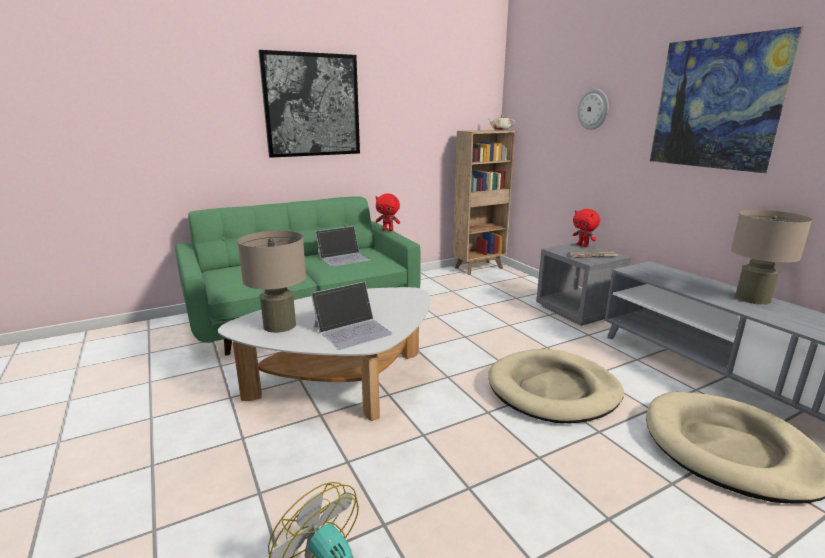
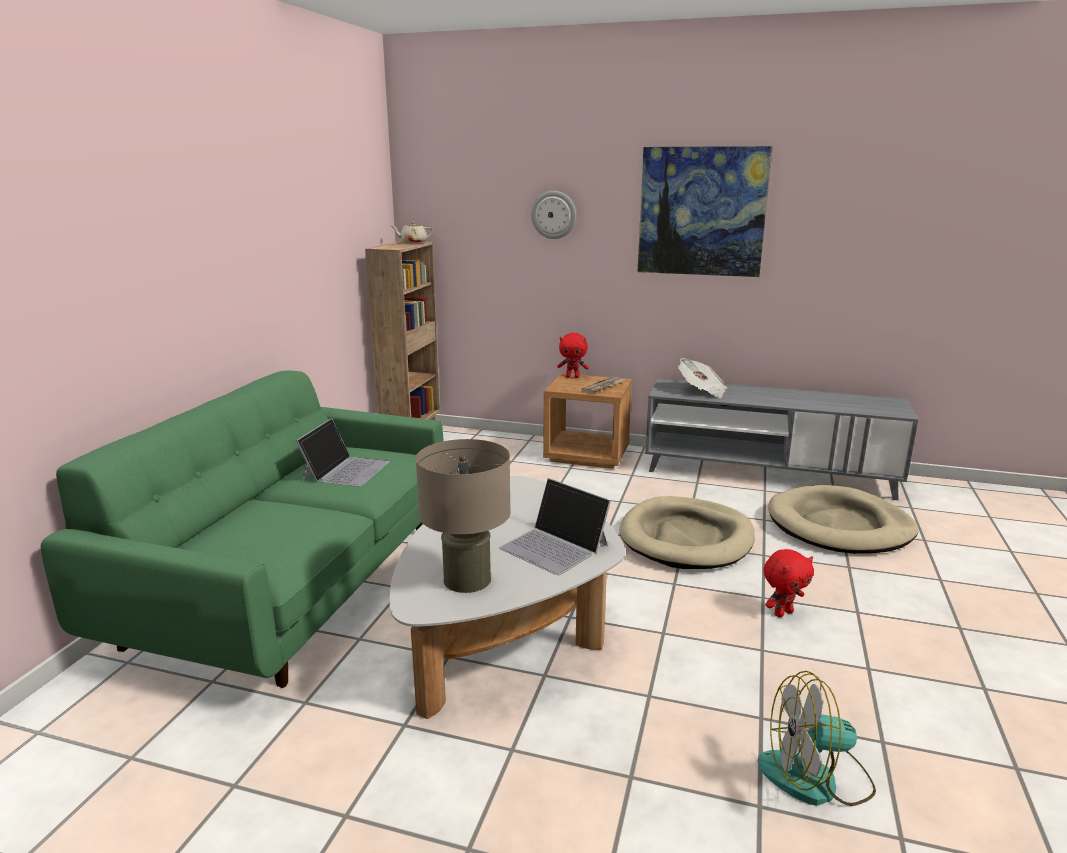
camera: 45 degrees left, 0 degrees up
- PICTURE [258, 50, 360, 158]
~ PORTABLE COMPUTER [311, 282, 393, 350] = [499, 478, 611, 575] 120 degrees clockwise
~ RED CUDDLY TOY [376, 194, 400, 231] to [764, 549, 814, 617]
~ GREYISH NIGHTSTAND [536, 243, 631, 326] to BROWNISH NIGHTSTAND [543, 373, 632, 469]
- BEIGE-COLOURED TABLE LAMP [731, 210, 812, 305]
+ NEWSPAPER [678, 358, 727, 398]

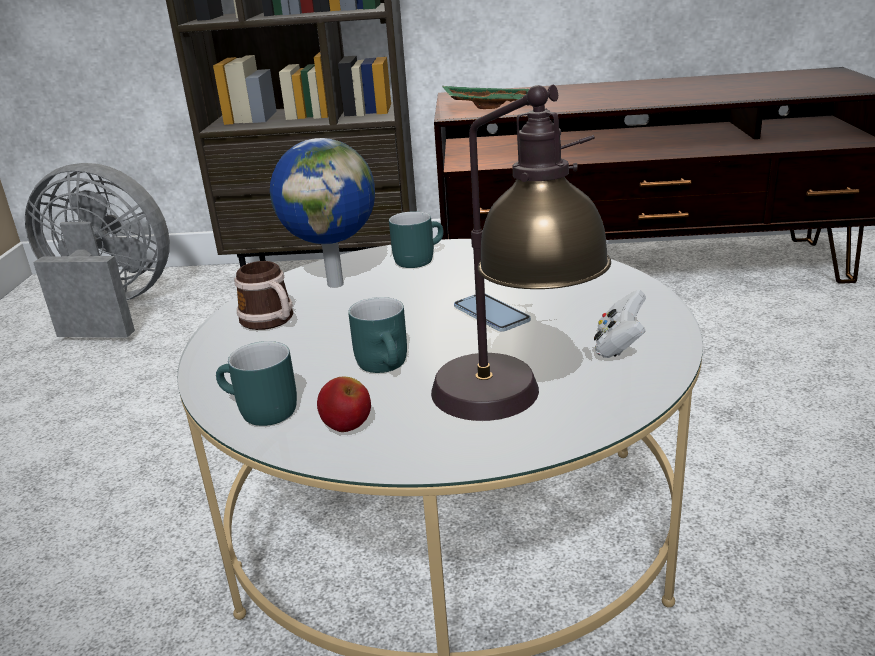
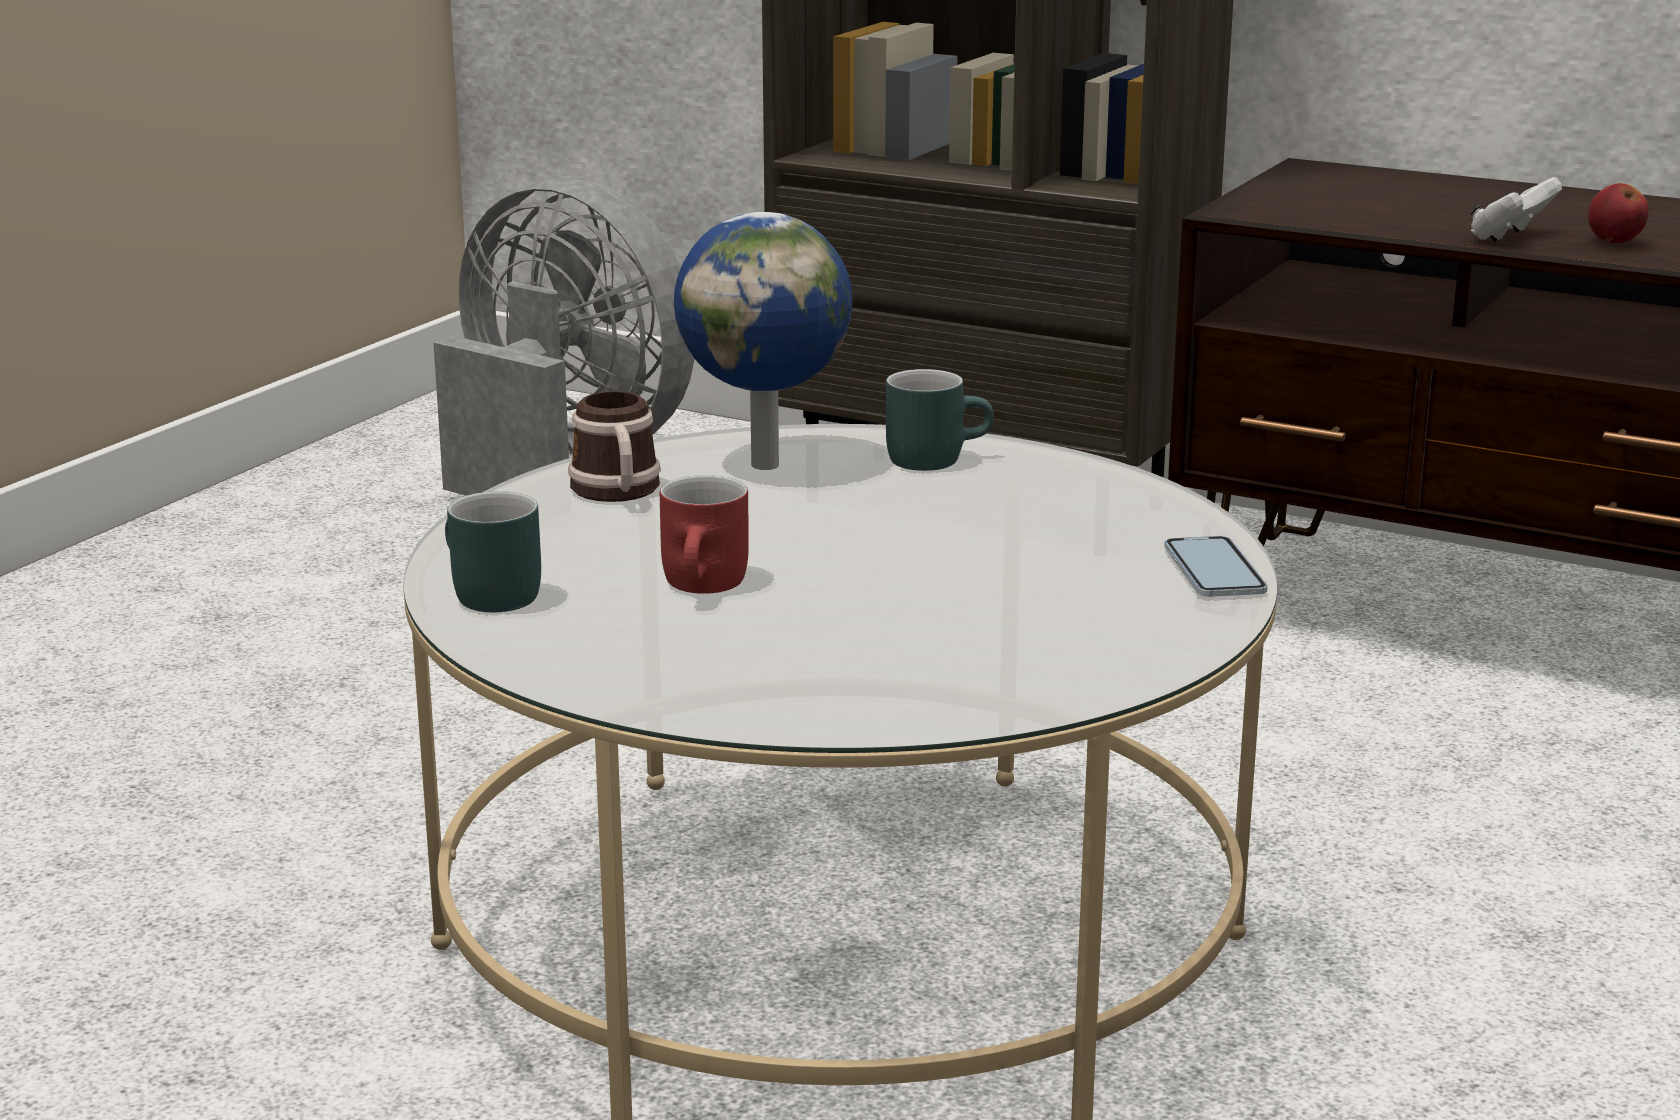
camera: 25 degrees right, 5 degrees down
~ APPLE FRUIT [317, 377, 371, 432] to [1588, 183, 1649, 243]
~ TURQUOISE-COLOURED MUG [348, 297, 407, 373] to RED MUG [660, 475, 749, 594]
- TABLE LAMP [431, 84, 611, 421]
- GREEN TRAY [442, 86, 529, 109]
~ HANDSET [454, 294, 531, 332] to [1164, 536, 1268, 597]
~ WHITE-COLOURED GAMEPAD [594, 290, 646, 358] to [1471, 177, 1562, 242]

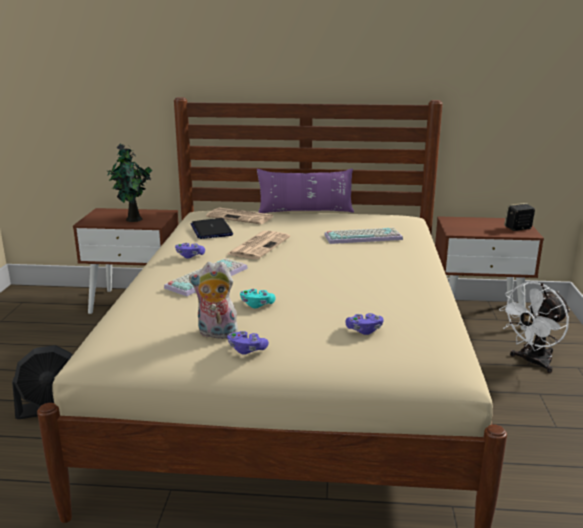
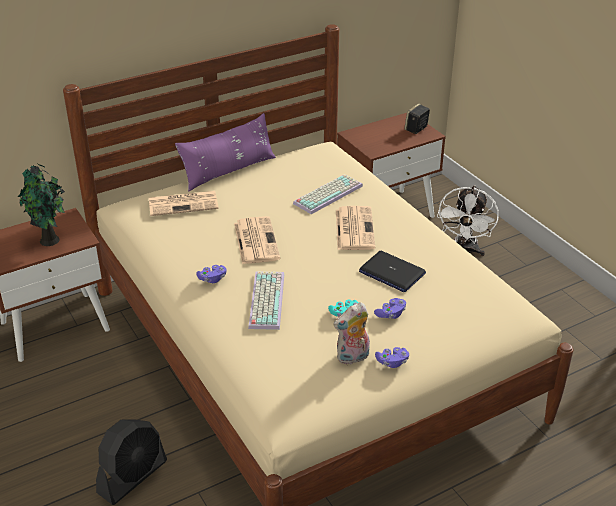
camera: 35 degrees left, 15 degrees up
~ PORTABLE COMPUTER [190, 218, 233, 239] to [359, 251, 426, 292]
~ PURPLE GAMEPAD [345, 313, 384, 335] to [374, 298, 406, 319]
+ NEWSPAPER [336, 206, 375, 250]

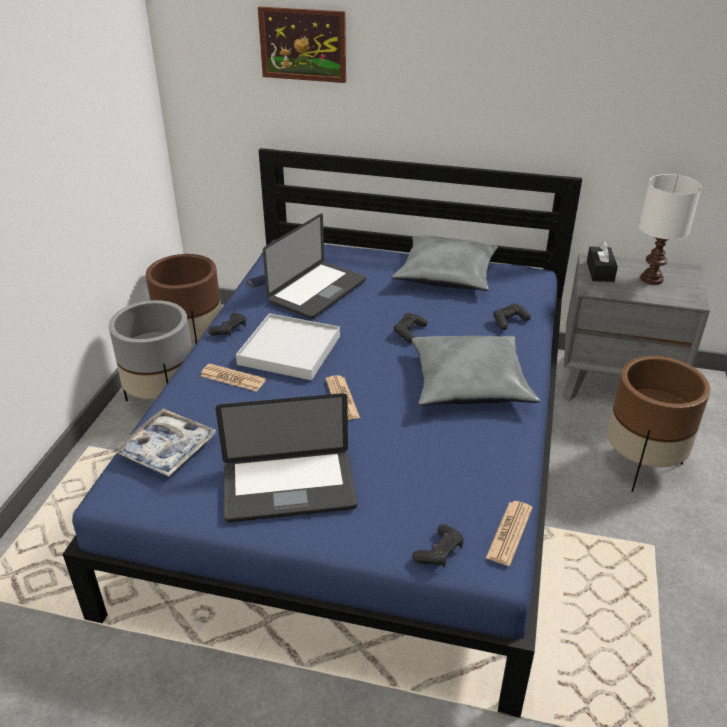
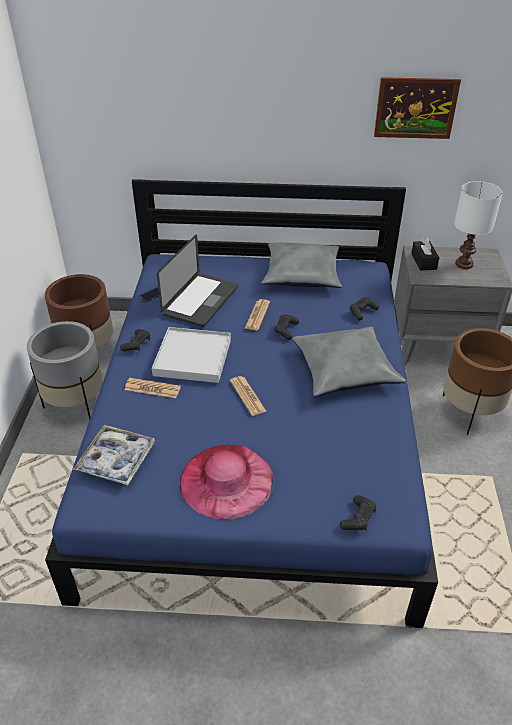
camera: 10 degrees left, 5 degrees up
~ PORTABLE COMPUTER [215, 393, 357, 522] to PINK-COLOURED CLOTHING HAT [180, 445, 274, 519]
~ PICTURE [258, 7, 346, 83] to [374, 77, 461, 139]
~ NEWSPAPER [486, 501, 533, 566] to [244, 299, 270, 330]

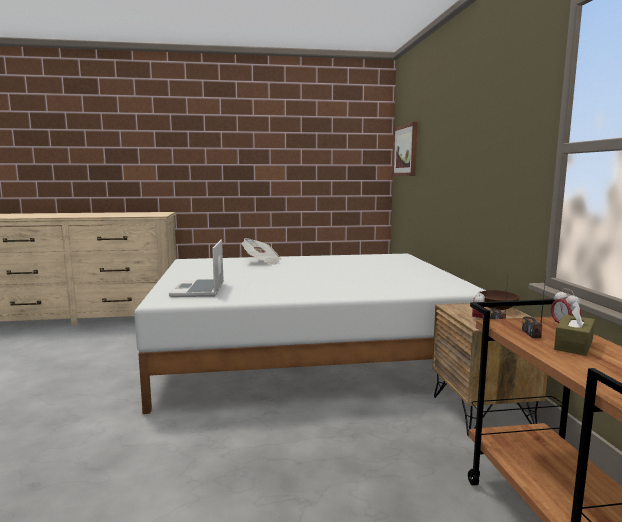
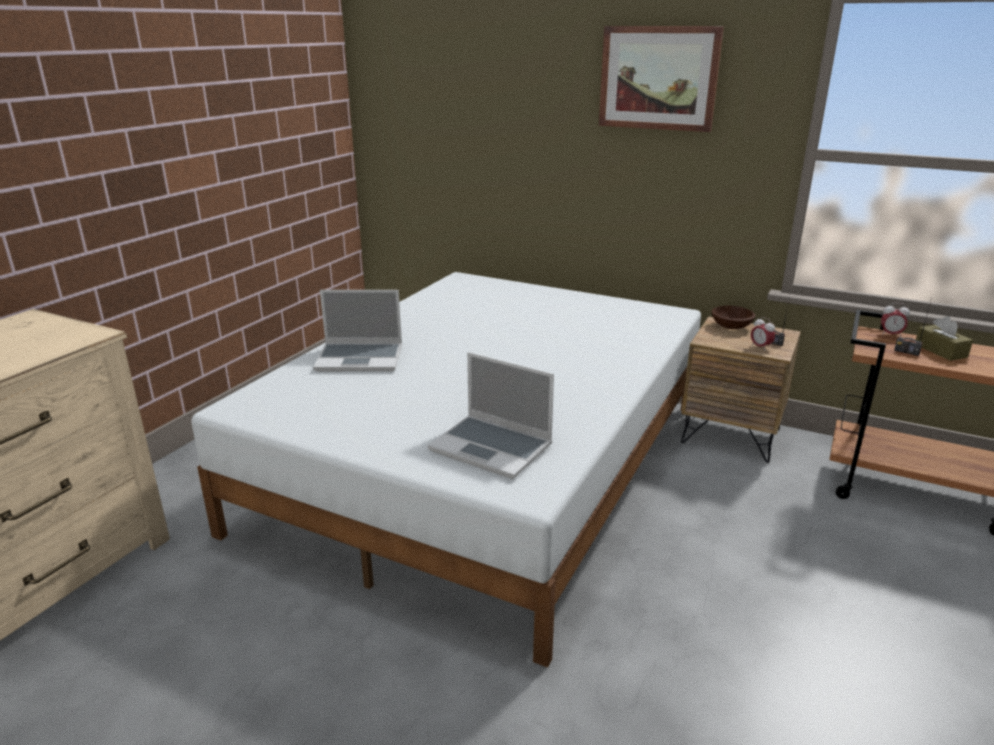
camera: 55 degrees left, 15 degrees up
~ NEWSPAPER [242, 238, 281, 265] to PORTABLE COMPUTER [313, 290, 402, 372]
~ PICTURE [392, 122, 418, 176] to [599, 26, 724, 132]

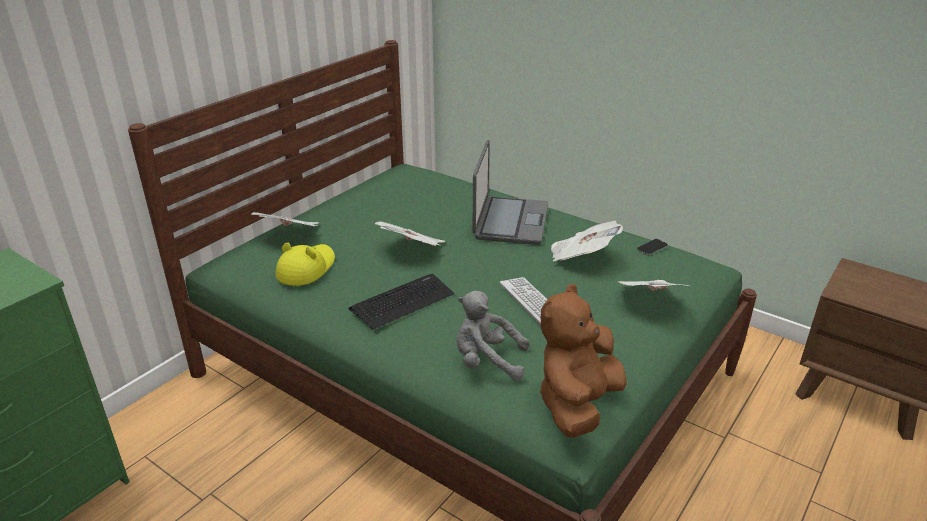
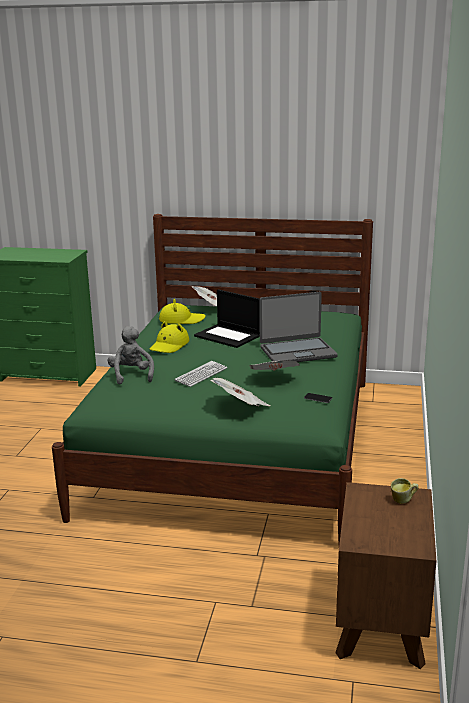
camera: 65 degrees right, 10 degrees down
~ PC KEYBOARD [349, 274, 454, 330] to YELLOWISH CLOTHING HAT [150, 321, 189, 353]
~ NEWSPAPER [375, 221, 445, 246] to PORTABLE COMPUTER [194, 289, 260, 348]
- BROWNISH CUDDLY TOY [540, 284, 627, 438]
+ MUG [391, 478, 419, 504]

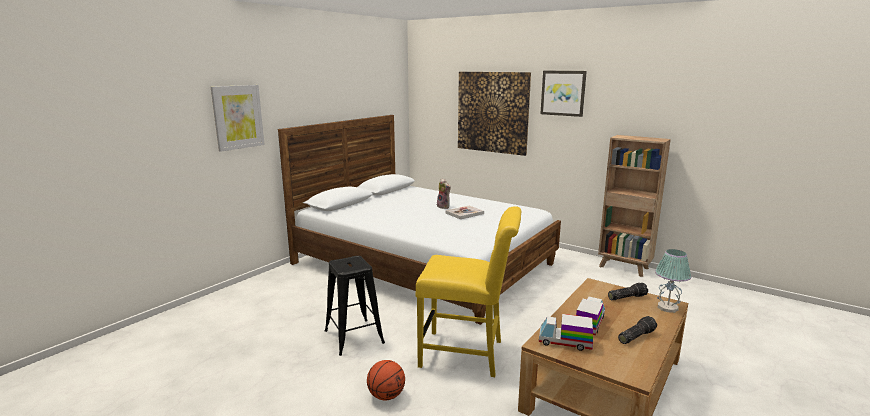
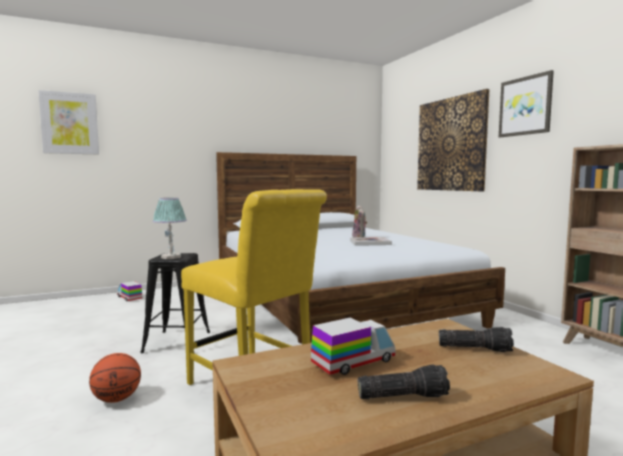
camera: 30 degrees right, 10 degrees down
~ PICTURE [211, 85, 265, 152] to [39, 90, 99, 154]
~ TOY LORRY [539, 314, 593, 351] to [117, 281, 142, 301]
~ TABLE LAMP [655, 249, 691, 313] to [153, 198, 187, 259]

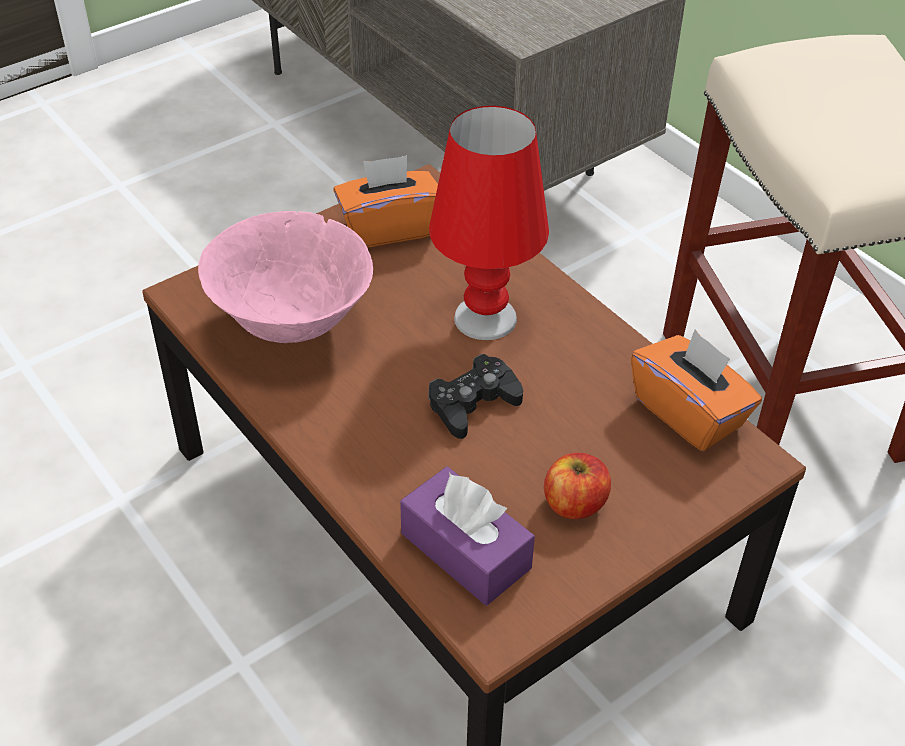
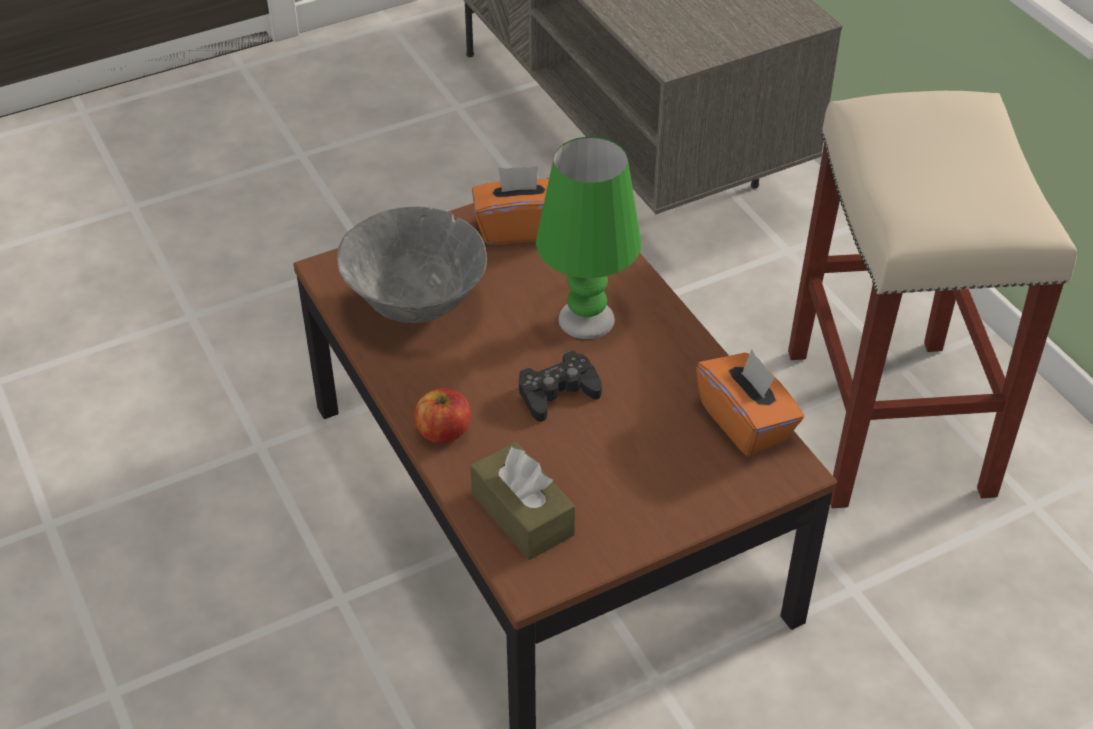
camera: 10 degrees right, 0 degrees up
~ PINK-COLOURED DEEP DISH [198, 211, 373, 343] to GREYISH DEEP DISH [337, 207, 487, 323]
~ PURPLE TISSUE BOX [400, 467, 535, 606] to BROWNISH TISSUE BOX [470, 442, 575, 560]
~ RED TABLE LAMP [429, 106, 549, 340] to GREEN TABLE LAMP [536, 137, 641, 339]
~ APPLE FRUIT [544, 453, 611, 519] to [415, 388, 471, 443]

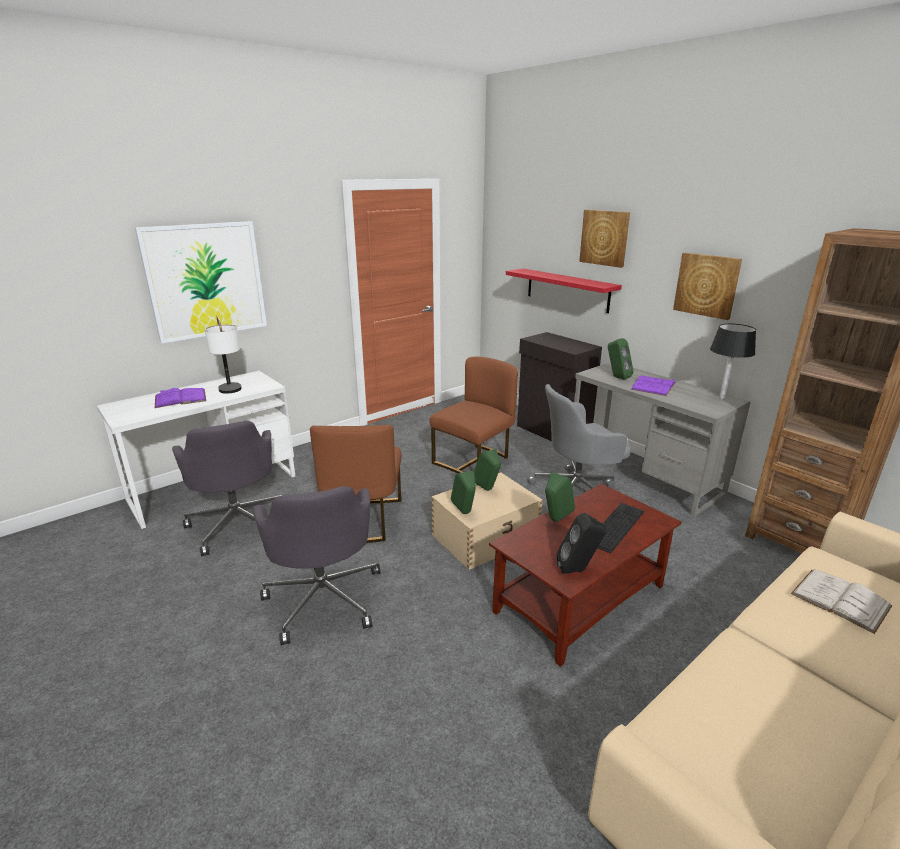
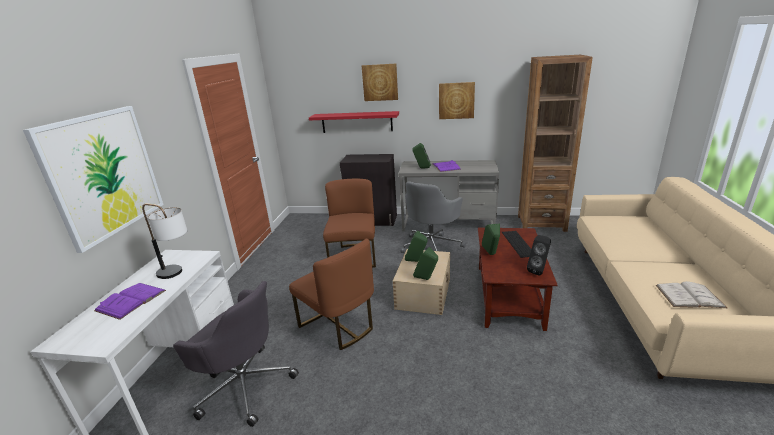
camera: 40 degrees left, 0 degrees up
- GREYISH DESK CHAIR [253, 486, 380, 645]
- BLACK TABLE LAMP [710, 324, 756, 399]
~ WHITE-COLOURED BOOK [791, 569, 892, 634] to [656, 281, 727, 308]

